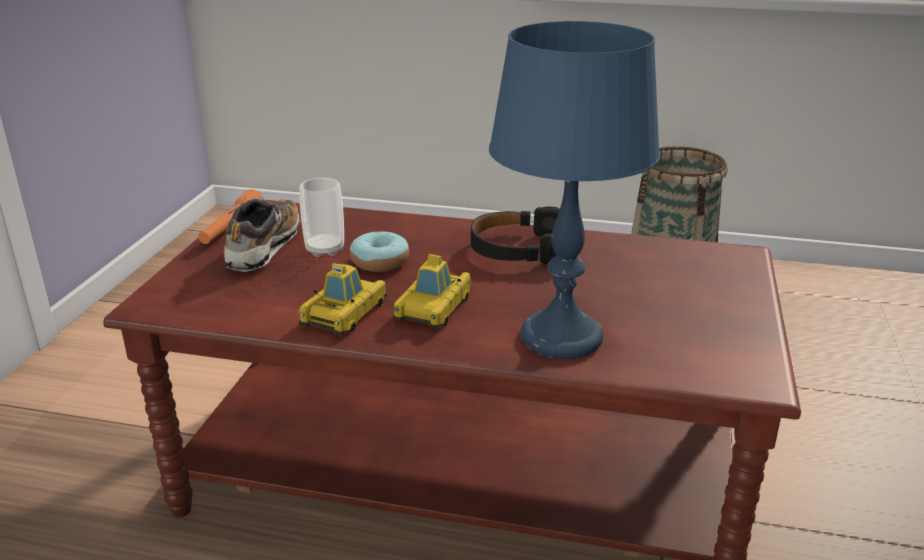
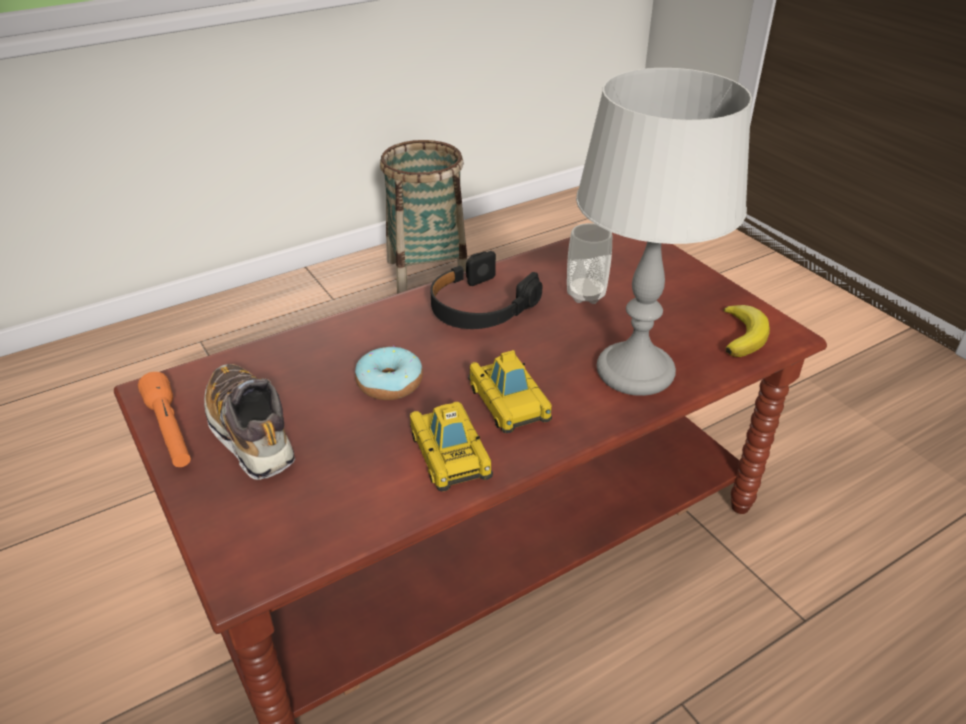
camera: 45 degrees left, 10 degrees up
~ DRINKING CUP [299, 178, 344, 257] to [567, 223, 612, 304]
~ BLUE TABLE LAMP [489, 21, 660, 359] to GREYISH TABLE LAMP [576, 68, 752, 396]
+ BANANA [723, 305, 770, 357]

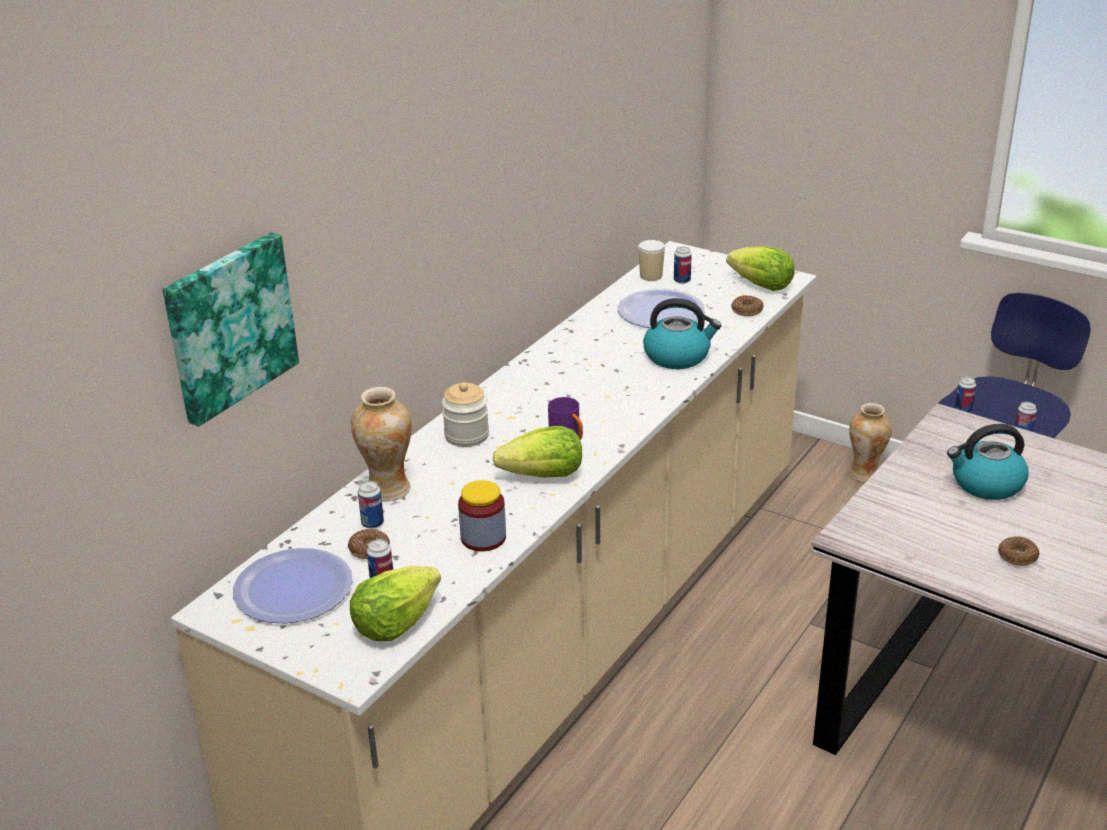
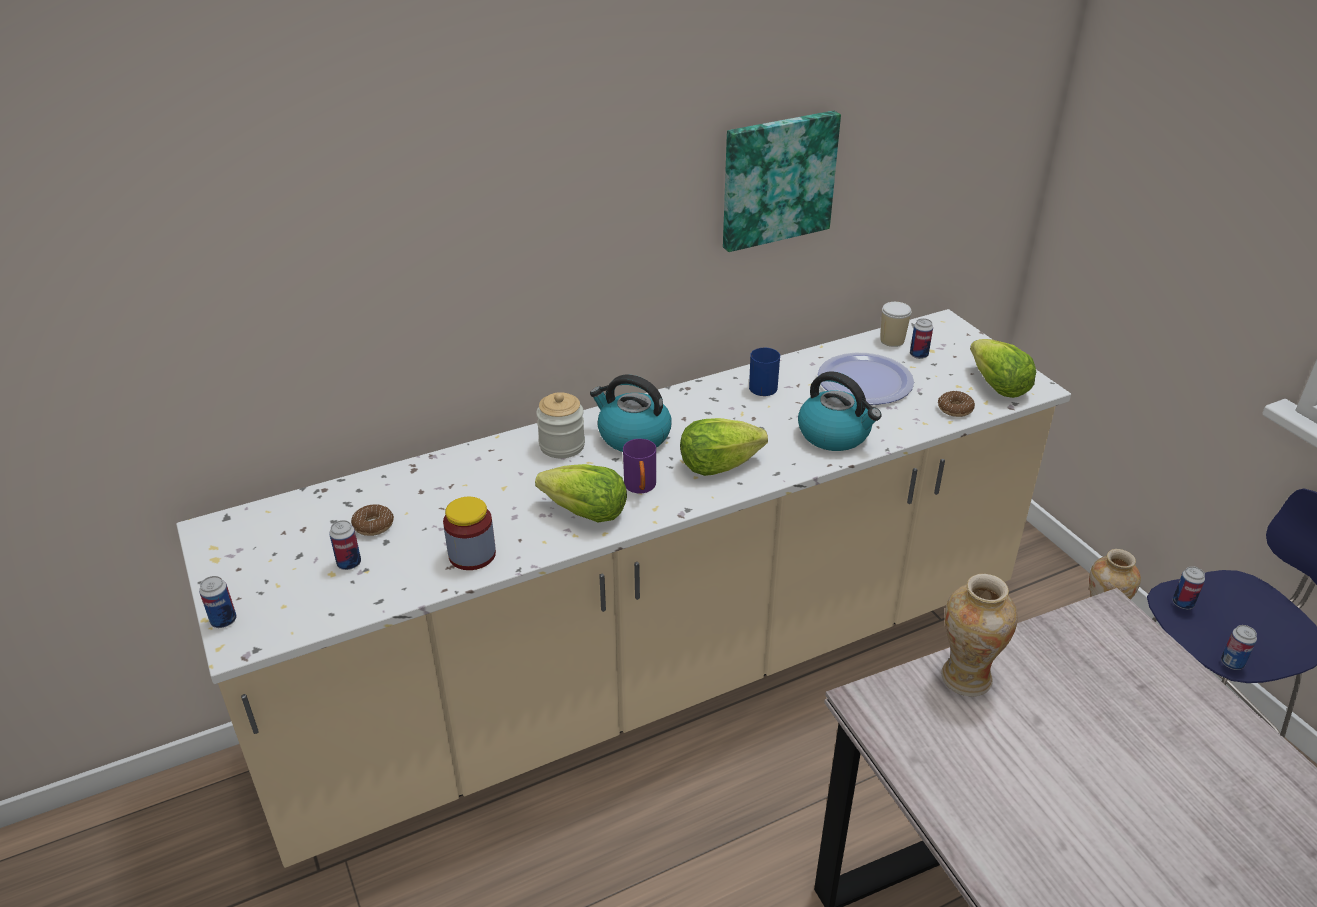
camera: 30 degrees right, 5 degrees up
~ PICTURE [162, 233, 299, 427] to [723, 111, 841, 252]
- DINNER PLATE [233, 548, 353, 623]
~ LETTUCE HEAD [350, 566, 441, 641] to [680, 418, 768, 476]
~ DECORATIVE VASE [351, 387, 412, 502] to [941, 574, 1018, 697]
~ SEALED CAN [358, 481, 384, 529] to [199, 576, 237, 628]
~ TEA KETTLE [947, 424, 1028, 500] to [590, 375, 672, 452]
- DOUGHNUT [998, 536, 1040, 566]
+ BLUE MUG [749, 348, 780, 396]

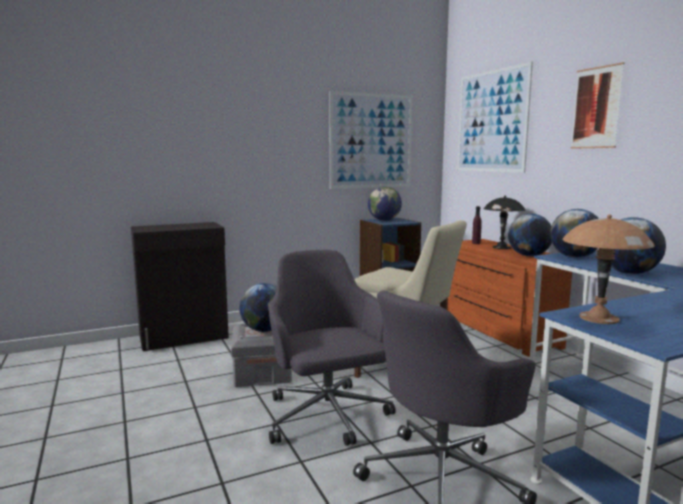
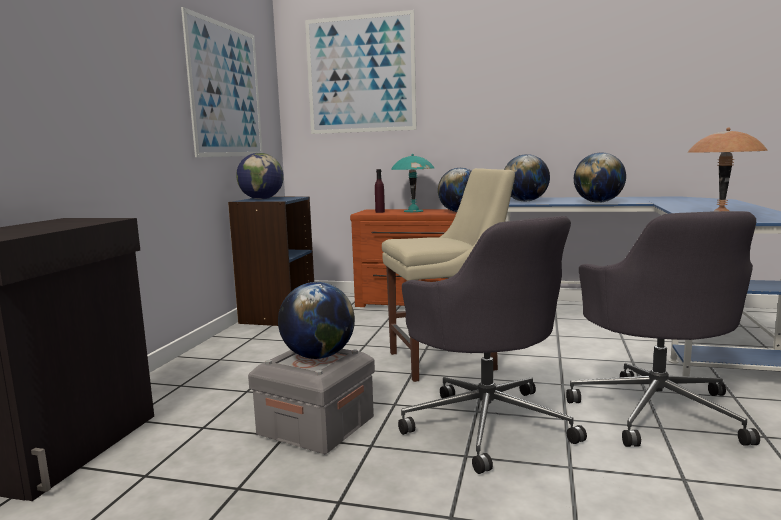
camera: 50 degrees left, 0 degrees up
~ GREYISH DESK CHAIR [269, 250, 396, 446] = [398, 216, 587, 474] 135 degrees counterclockwise
~ BLACK TABLE LAMP [484, 196, 525, 249] to TURQUOISE-COLOURED TABLE LAMP [391, 154, 434, 212]
- PICTURE [570, 62, 624, 149]

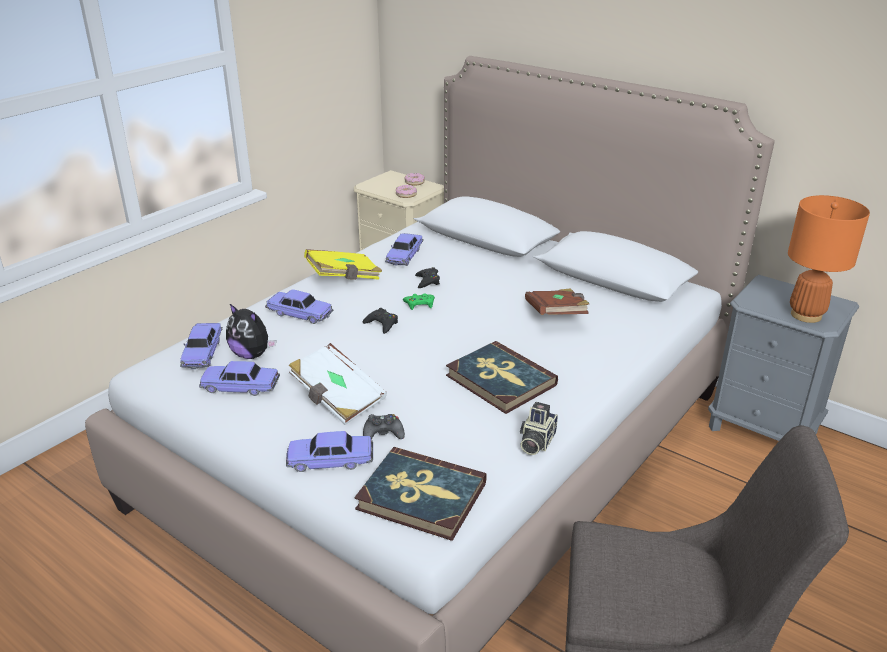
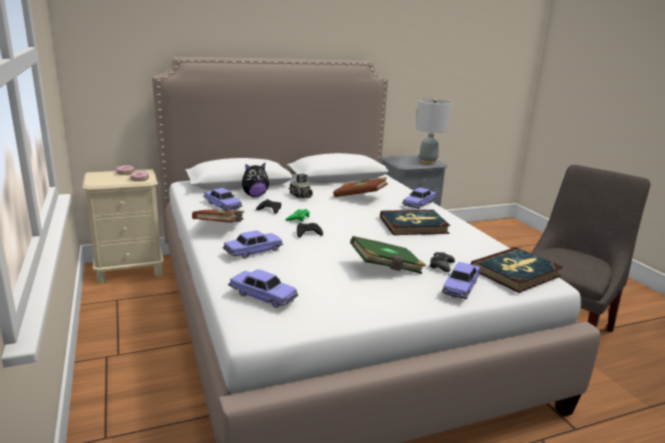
camera: 60 degrees left, 10 degrees down
~ MINIATURE CAR [199, 361, 280, 396] to [402, 187, 437, 209]
~ CUDDLY TOY [226, 304, 276, 359] to [242, 163, 269, 197]
~ WHITE-COLOURED BOOK [289, 343, 387, 425] to GREEN BOOK [350, 236, 426, 274]
~ YELLOWISH BOOK [304, 249, 382, 280] to BROWNISH BOOK [192, 210, 244, 223]
~ PHOTO CAMERA [520, 402, 558, 455] to [289, 174, 313, 199]
~ ORANGE-COLOURED TABLE LAMP [788, 195, 870, 323] to GREYISH TABLE LAMP [416, 99, 452, 165]

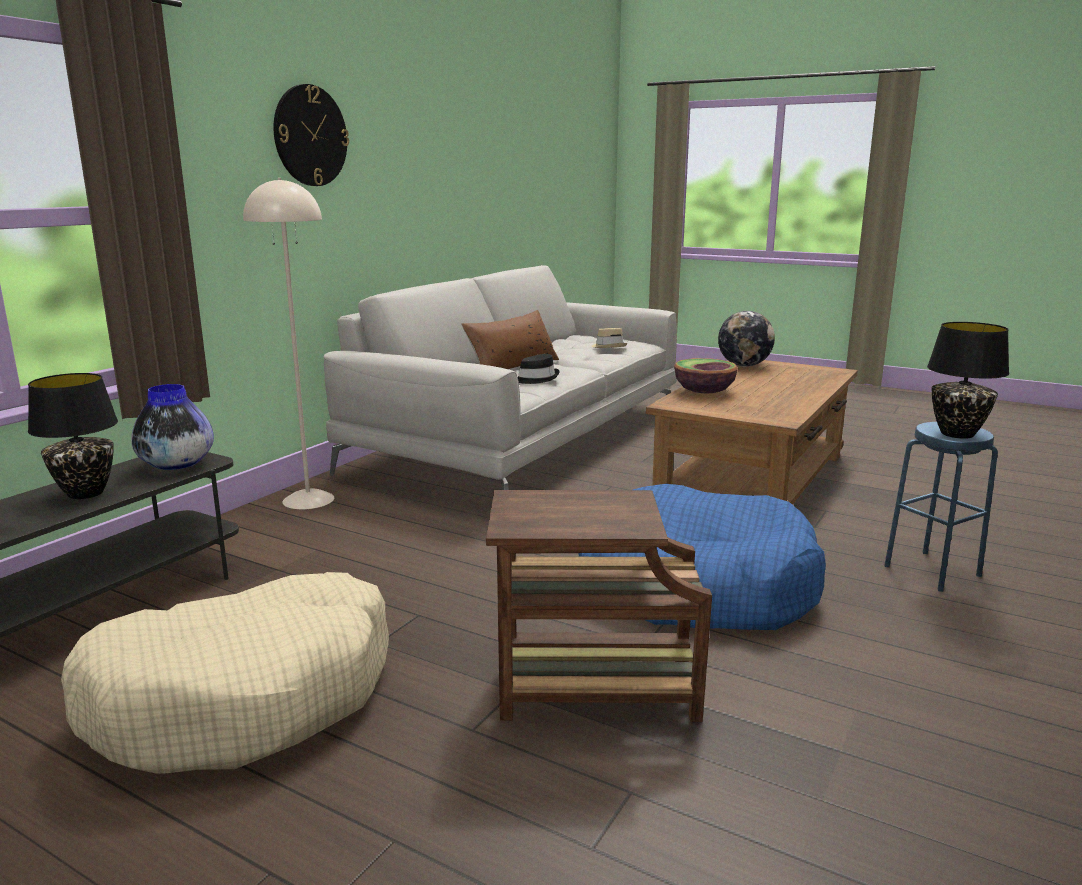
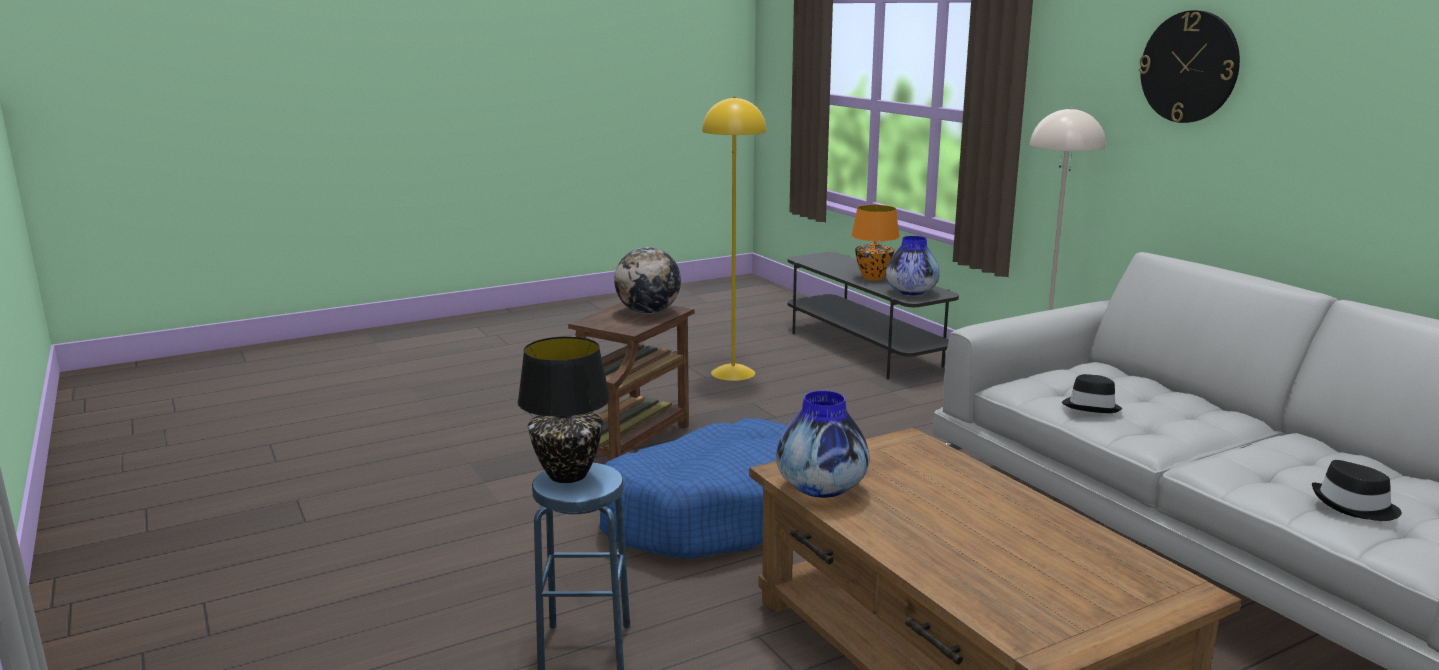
camera: 120 degrees right, 0 degrees up
~ BLACK TABLE LAMP [28, 373, 118, 499] to ORANGE-COLOURED TABLE LAMP [851, 205, 900, 281]
~ BEIGE-COLOURED PET BED [61, 572, 389, 774] to YELLOWISH STANDARD LAMP [702, 96, 767, 381]
- BROWNISH THROW PILLOW [461, 310, 559, 369]
~ BEIGE-COLOURED CLOTHING HAT [591, 328, 627, 348] to BLACK CLOTHING HAT [1312, 460, 1402, 521]
- DEEP DISH [674, 358, 738, 393]
~ DESK GLOBE [718, 311, 775, 367] to [614, 247, 681, 314]
+ DECORATIVE VASE [776, 391, 869, 498]

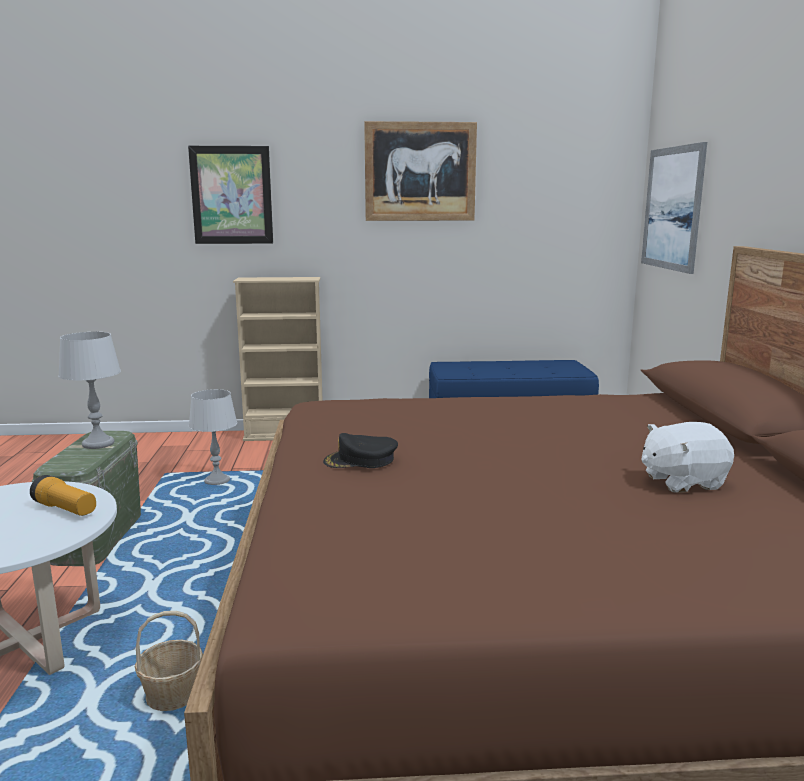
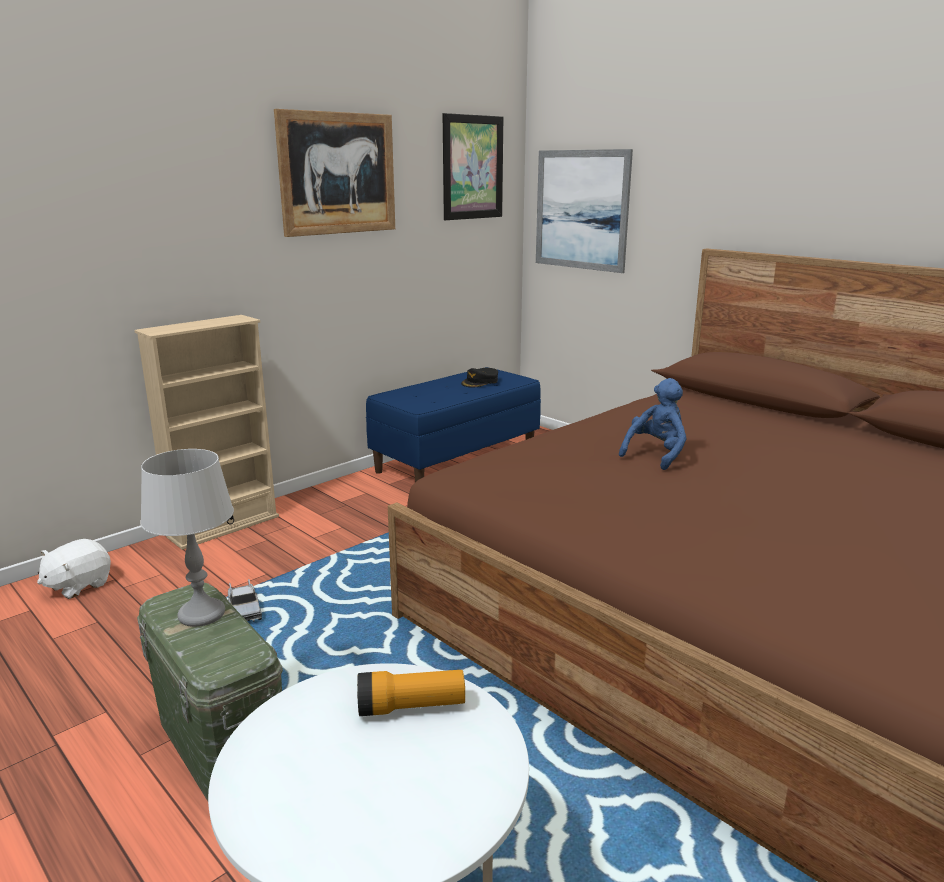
camera: 40 degrees left, 5 degrees up
- STORAGE BASKET [135, 611, 203, 711]
~ PICTURE [188, 146, 273, 244] to [443, 113, 503, 220]
~ GREYISH TABLE LAMP [189, 389, 237, 485] to TOY LORRY [228, 579, 262, 622]
~ BLACK PEAKED CAP [323, 433, 398, 468] to [461, 368, 498, 388]
~ WHITE-COLOURED CUDDLY TOY [641, 422, 734, 493] to [37, 539, 111, 599]
+ BLUE CUDDLY TOY [619, 378, 687, 470]

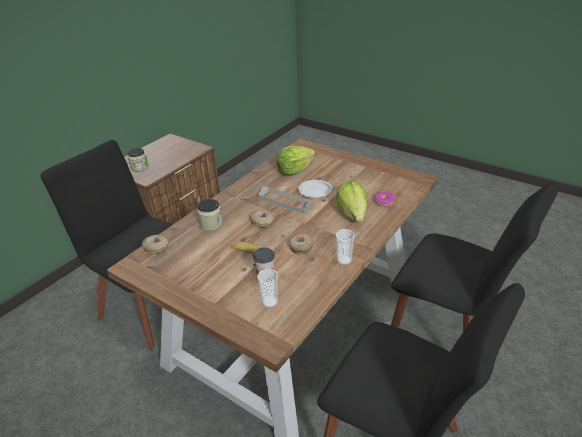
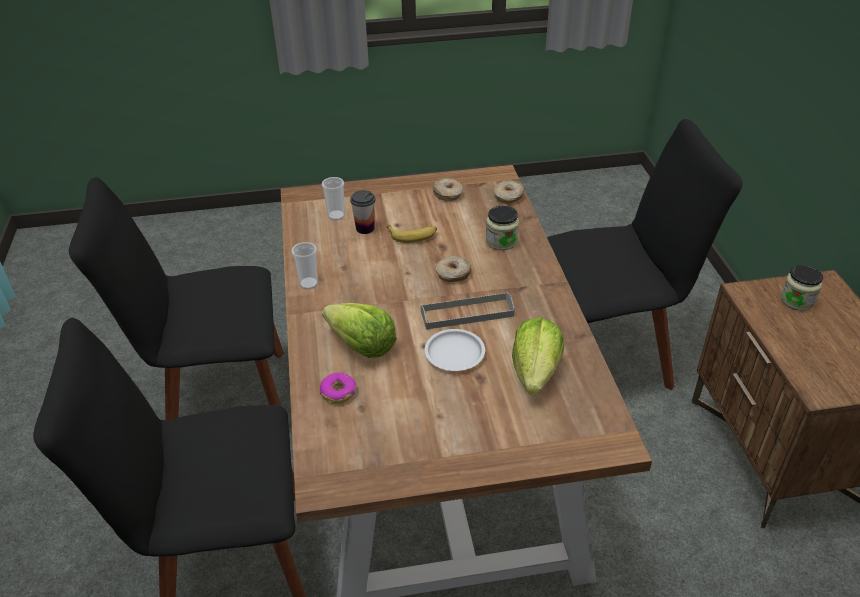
camera: 135 degrees right, 5 degrees up
~ DOUGHNUT [289, 234, 313, 254] to [433, 178, 463, 201]

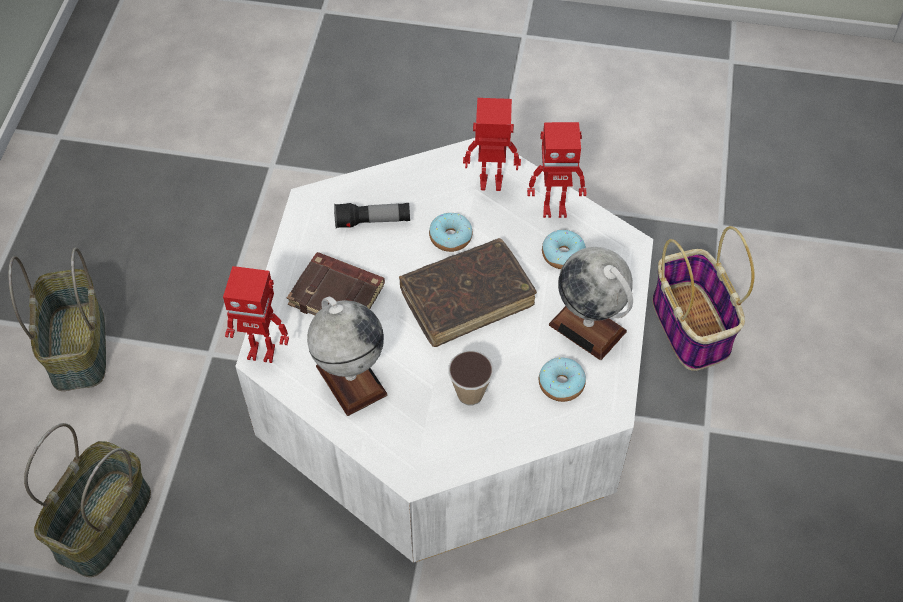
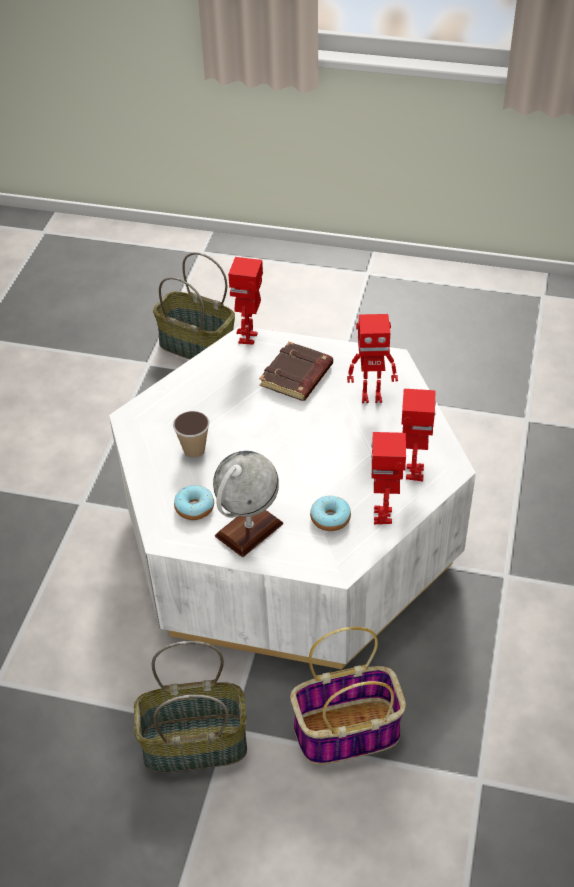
camera: 95 degrees right, 10 degrees down
~ STORAGE BASKET [8, 247, 106, 391] to [134, 641, 247, 773]
- DESK GLOBE [307, 296, 388, 416]
~ TORCH [334, 203, 410, 228] to ROBOT FIGURE [347, 314, 398, 403]
- BROWNISH BOOK [399, 238, 537, 347]
- DOUGHNUT [429, 213, 473, 252]

